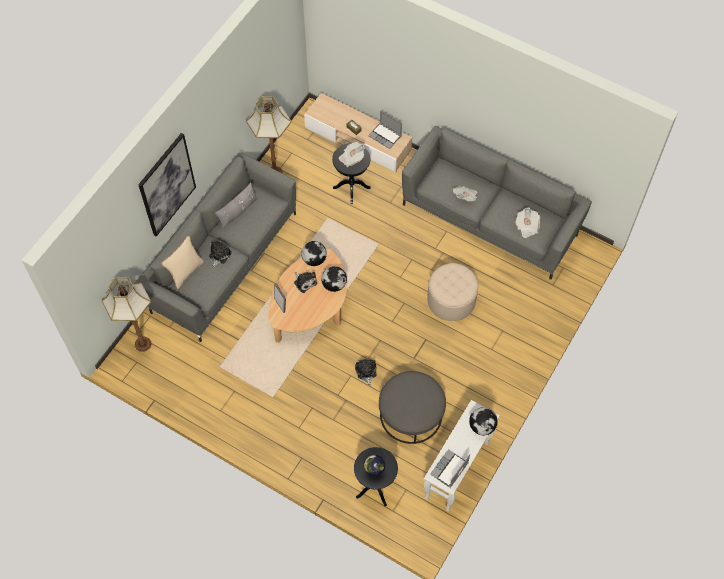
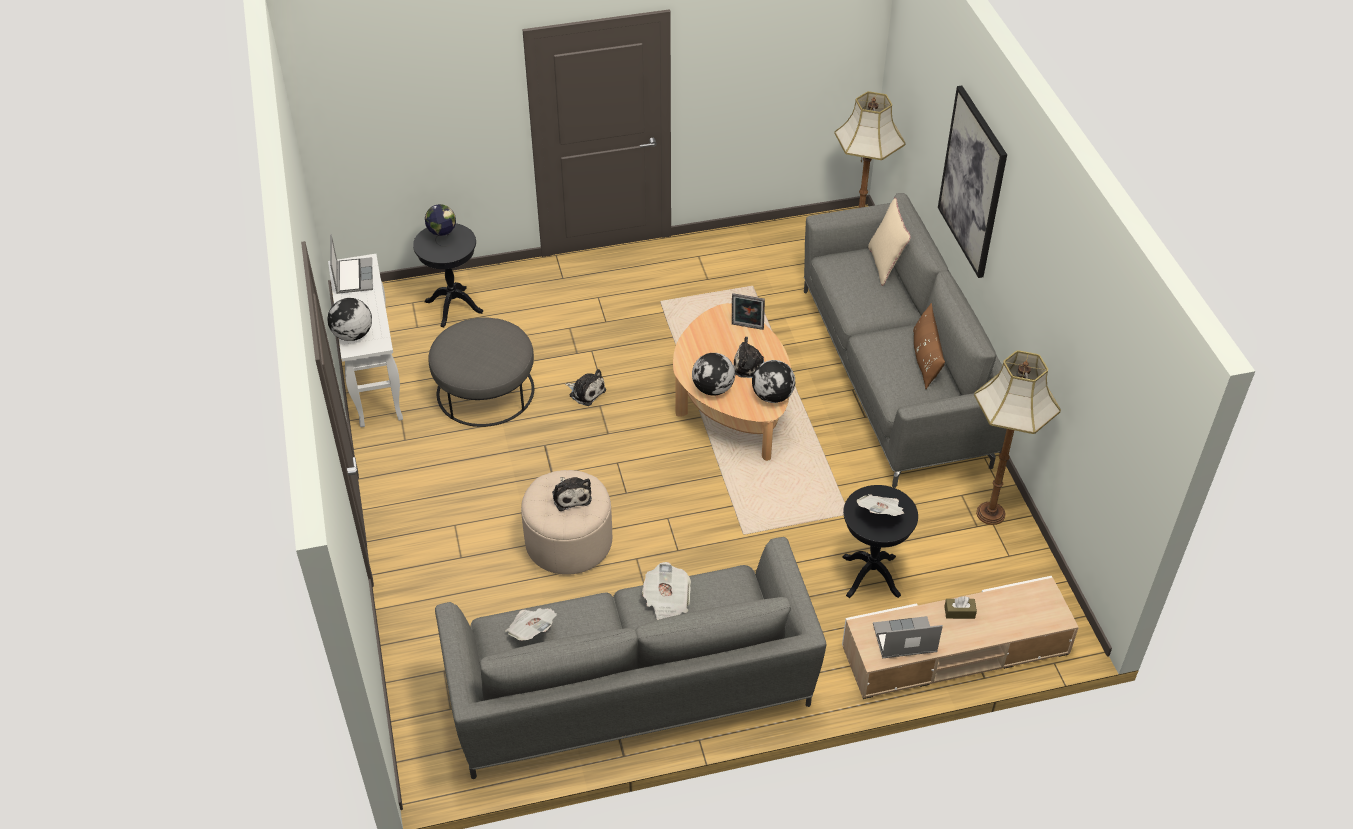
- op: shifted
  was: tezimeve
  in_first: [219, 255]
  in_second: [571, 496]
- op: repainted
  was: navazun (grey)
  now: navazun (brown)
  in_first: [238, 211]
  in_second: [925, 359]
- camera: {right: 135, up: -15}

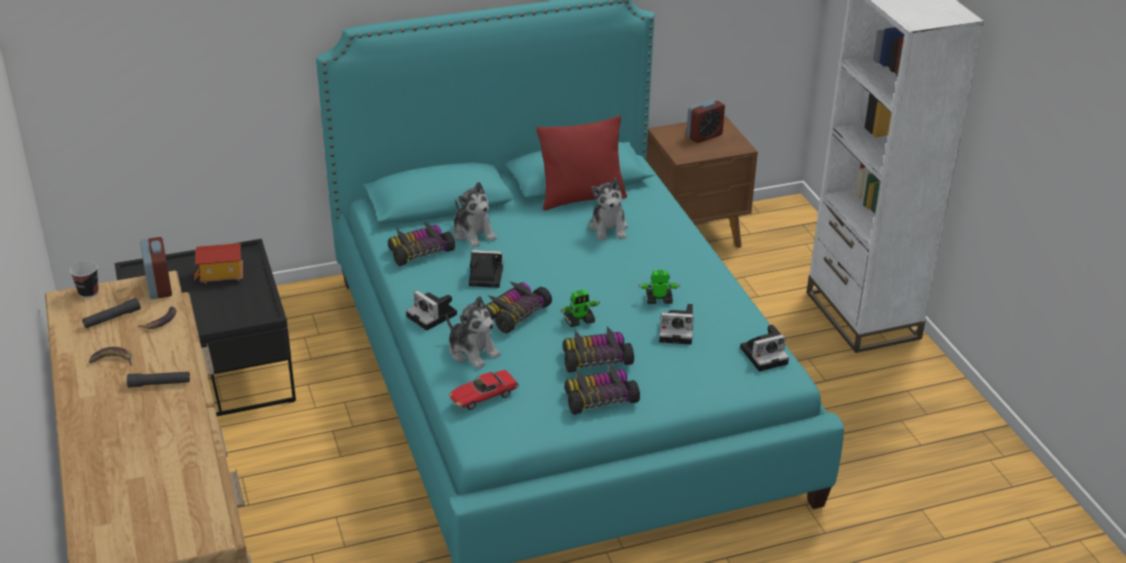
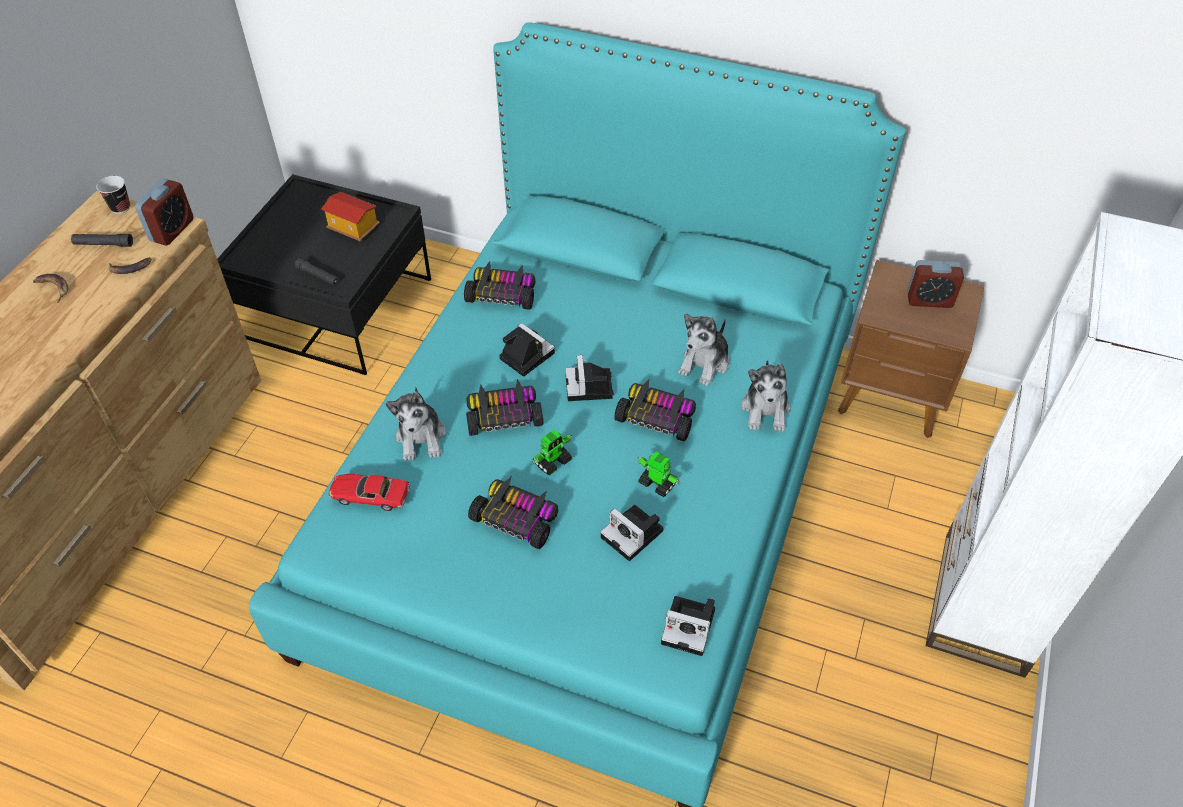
- op: shifted
  was: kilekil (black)
  in_first: [159, 384]
  in_second: [318, 276]
- op: rotated
  was: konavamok
  in_first: [579, 320]
  in_second: [552, 461]
  clockwise: -60
- op: shifted
  was: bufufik
  in_first: [433, 316]
  in_second: [589, 388]
- op: shifted
  was: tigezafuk
  in_first: [599, 398]
  in_second: [657, 417]
- op: shifted
  was: tezimeve
  in_first: [473, 233]
  in_second: [765, 409]
- op: gone
  was: navazun (red)
  in_first: [581, 198]
- camera: {right: 40, up: 15}

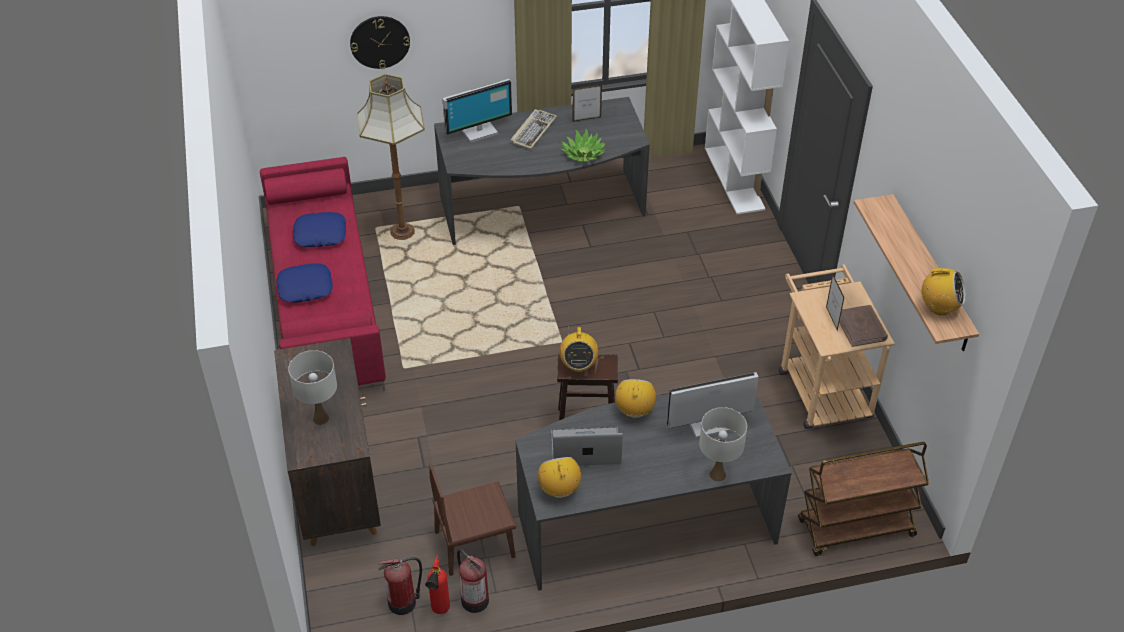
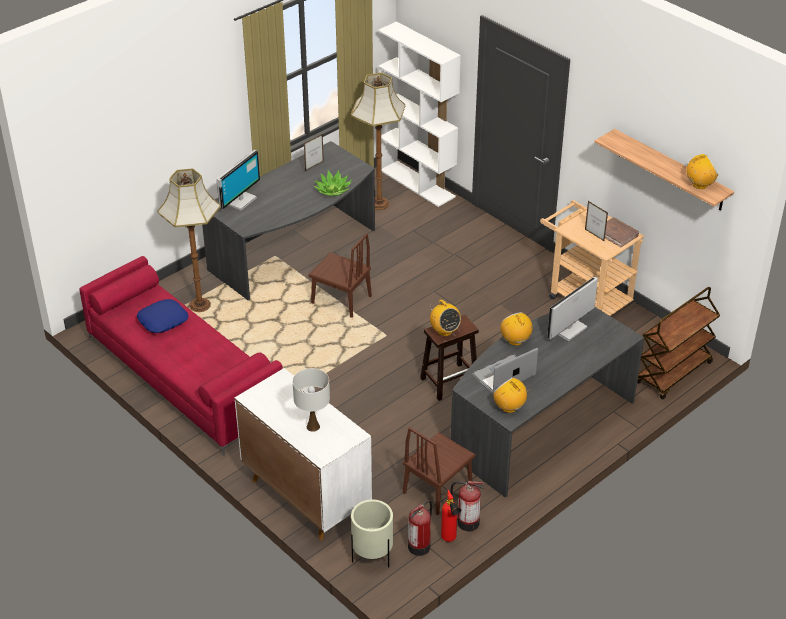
- op: repainted
  was: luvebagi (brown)
  now: luvebagi (white)
  in_first: [336, 487]
  in_second: [305, 495]
- op: new
  now: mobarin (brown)
  in_second: [341, 299]
- op: new
  now: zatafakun
  in_second: [378, 203]
- op: new
  now: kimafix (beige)
  in_second: [372, 556]
- op: gone
  was: navazun (blue)
  in_first: [305, 287]
- op: gone
  was: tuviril
  in_first: [380, 42]
- op: gone
  was: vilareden
  in_first: [533, 130]
- op: gone
  was: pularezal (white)
  in_first: [717, 475]
- camera: {right: -30, up: -5}

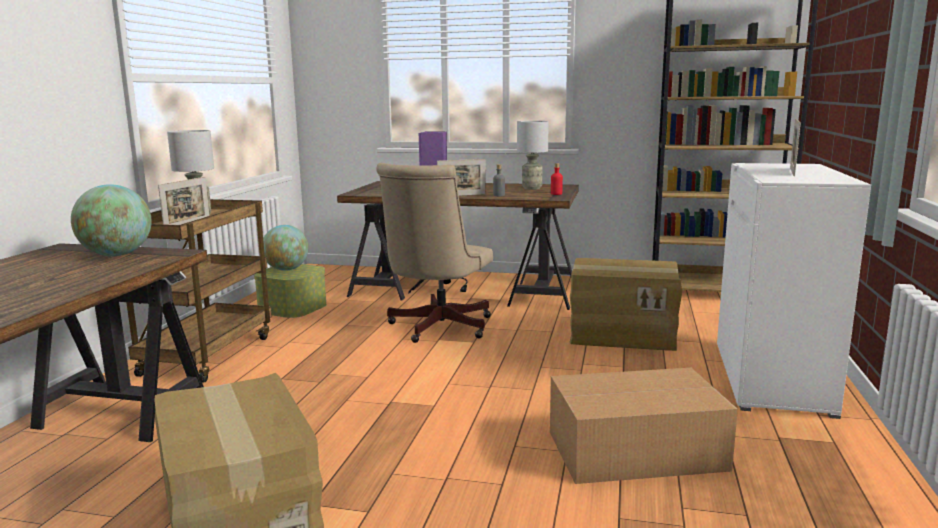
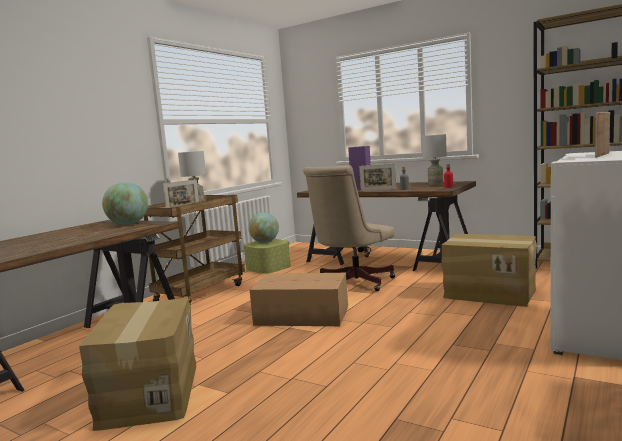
- op: shifted
  was: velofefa
  in_first: [632, 450]
  in_second: [301, 315]
- camera: {right: 20, up: -5}

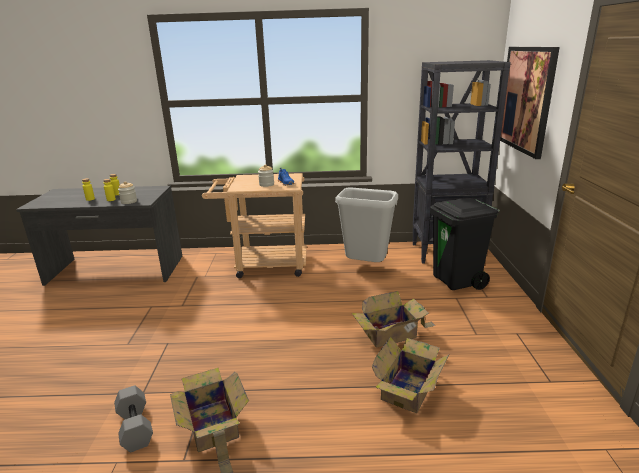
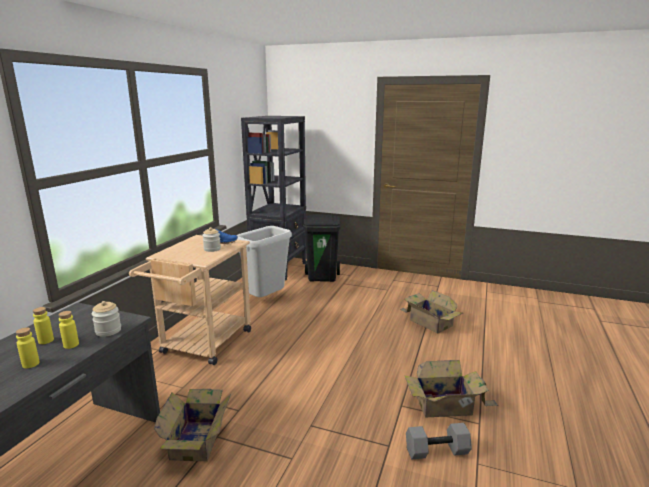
- op: shifted
  was: velofefa
  in_first: [392, 334]
  in_second: [198, 438]
- op: gone
  was: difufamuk
  in_first: [526, 99]
- camera: {right: -70, up: -5}

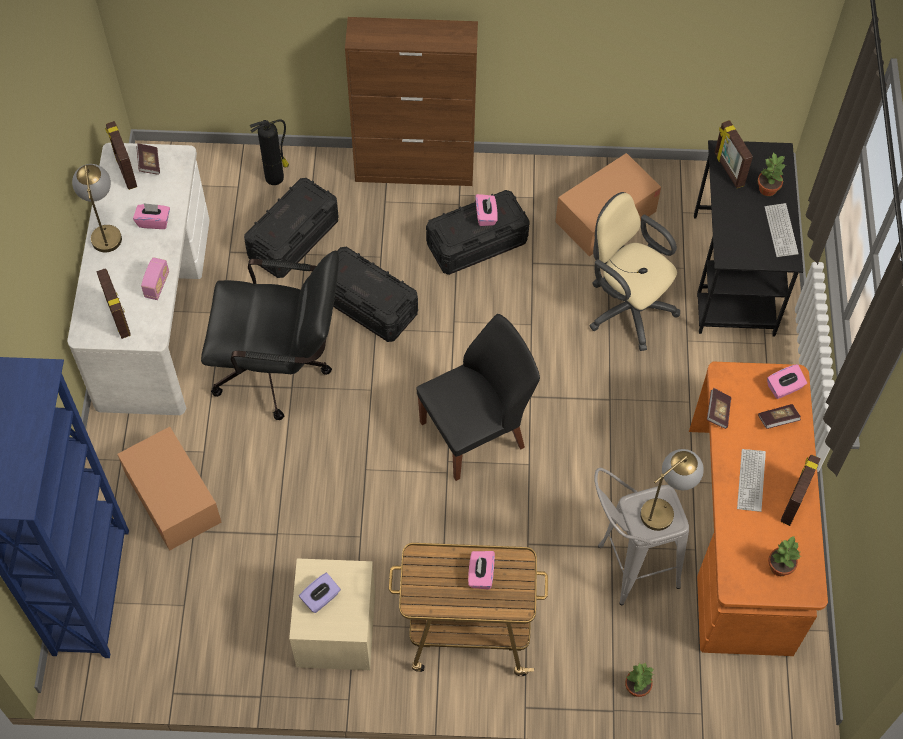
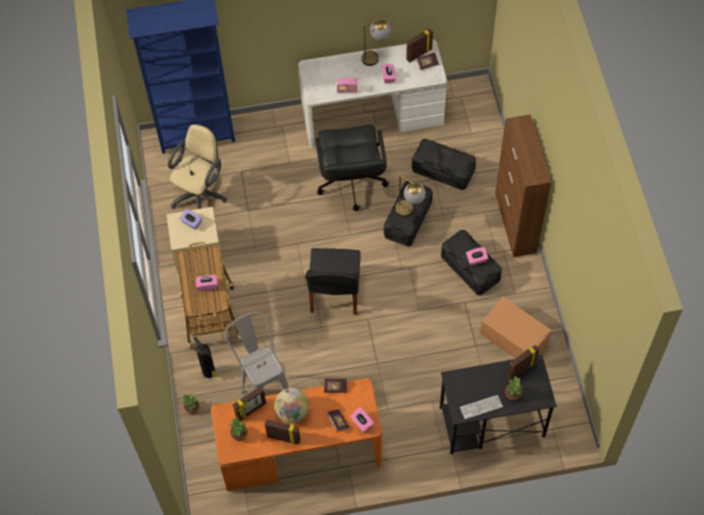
- op: shifted
  was: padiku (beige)
  in_first: [626, 307]
  in_second: [201, 194]
- op: shifted
  was: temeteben
  in_first: [275, 177]
  in_second: [209, 372]
- op: shifted
  was: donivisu
  in_first: [119, 317]
  in_second: [251, 411]
- op: swapped
  was: vilareden
  now: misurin
  in_first: [751, 480]
  in_second: [292, 412]
- op: rotated
  was: mobarin (black)
  in_first: [475, 433]
  in_second: [334, 294]
  clockwise: 45
- op: shifted
  was: pularezal
  in_first: [665, 507]
  in_second: [409, 212]
- op: gone
  was: velofefa
  in_first: [173, 498]
- camera: {right: 80, up: 0}

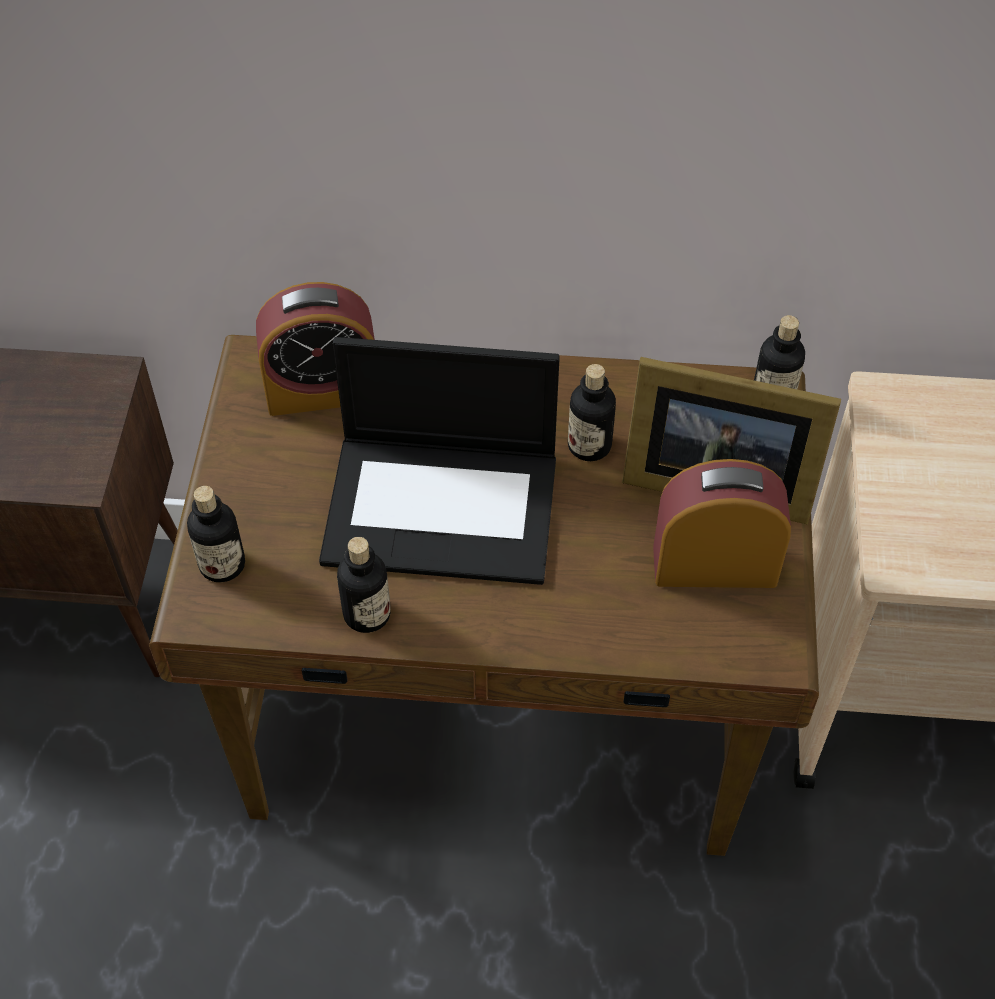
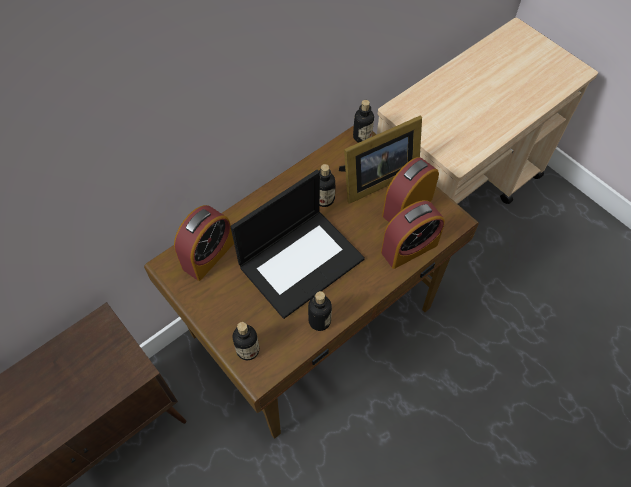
- op: new
  now: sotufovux
  in_second: [409, 248]
- camera: {right: -45, up: 5}

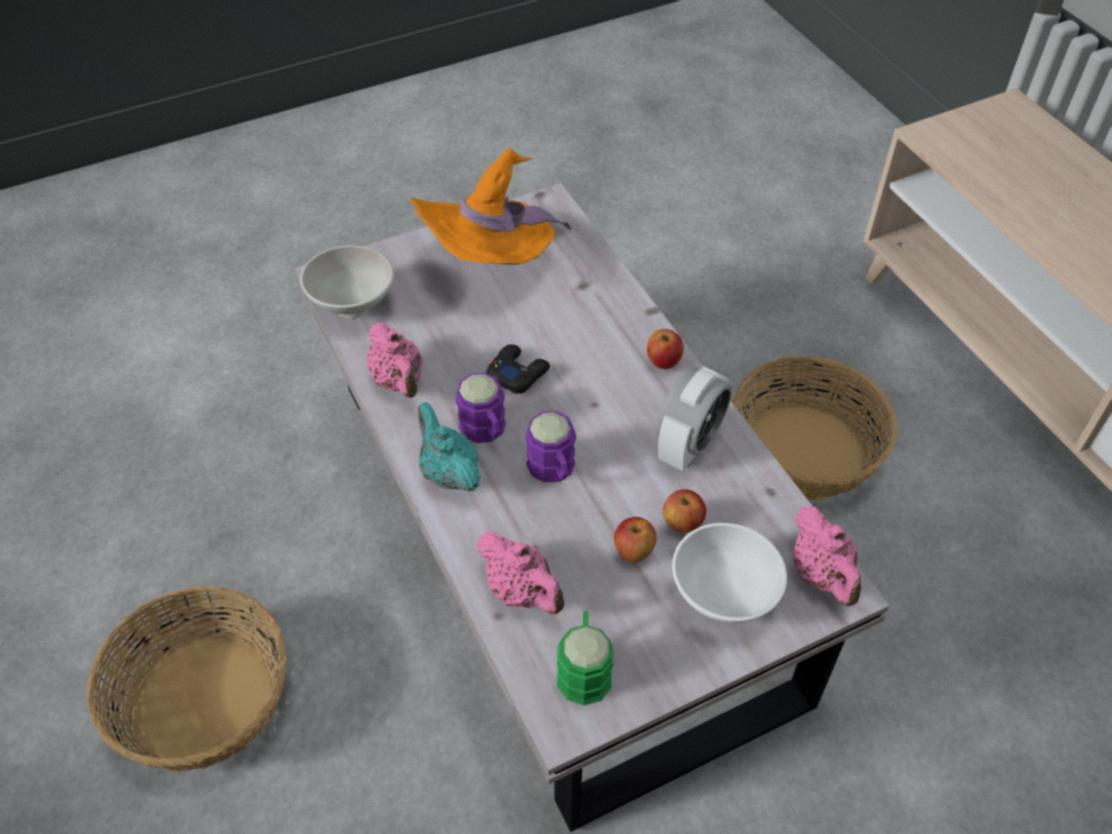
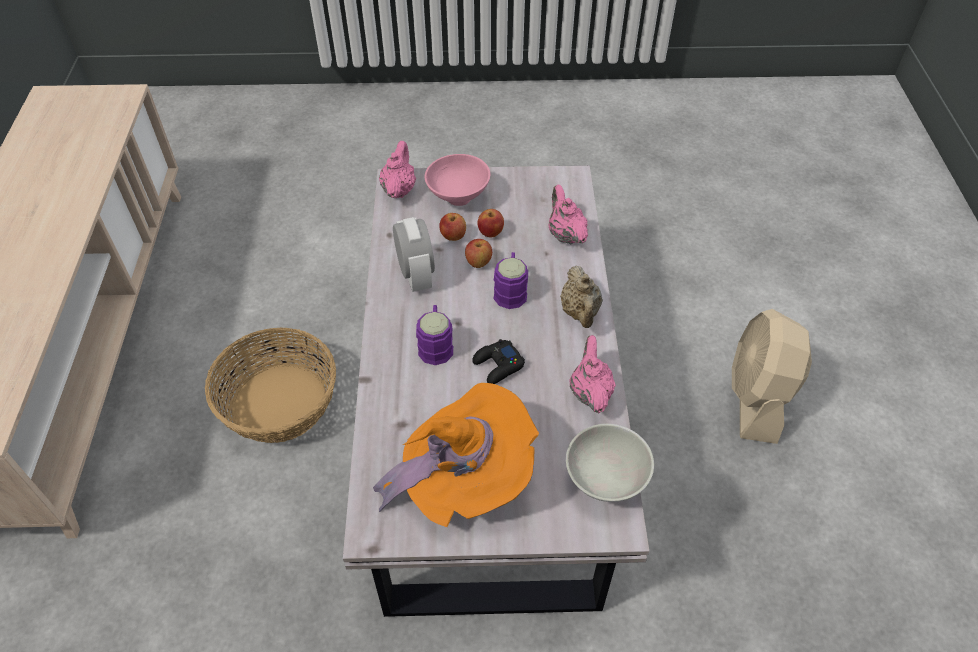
- op: rotated
  was: sotufovux
  in_first: [689, 445]
  in_second: [416, 275]
  clockwise: 105
- op: shifted
  was: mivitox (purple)
  in_first: [486, 431]
  in_second: [436, 344]
- op: repainted
  was: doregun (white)
  now: doregun (pink)
  in_first: [722, 594]
  in_second: [457, 199]
- op: shifted
  was: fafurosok
  in_first: [663, 361]
  in_second: [478, 262]
- op: repainted
  was: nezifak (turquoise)
  now: nezifak (beige)
  in_first: [448, 473]
  in_second: [580, 313]
- op: swapped
  was: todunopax
  now: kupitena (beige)
  in_first: [203, 700]
  in_second: [756, 397]
- op: gone
  was: mivitox (green)
  in_first: [584, 668]
- camera: {right: -155, up: 0}

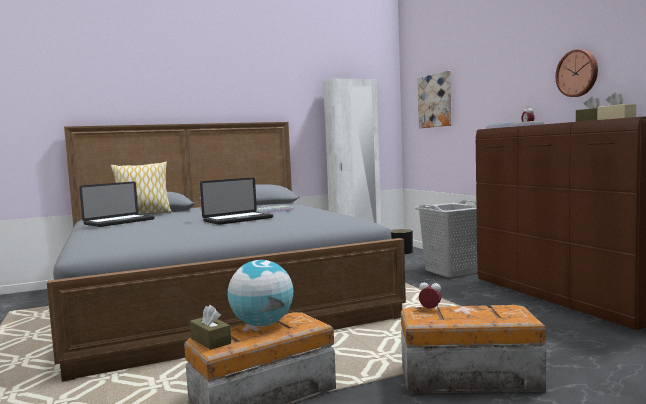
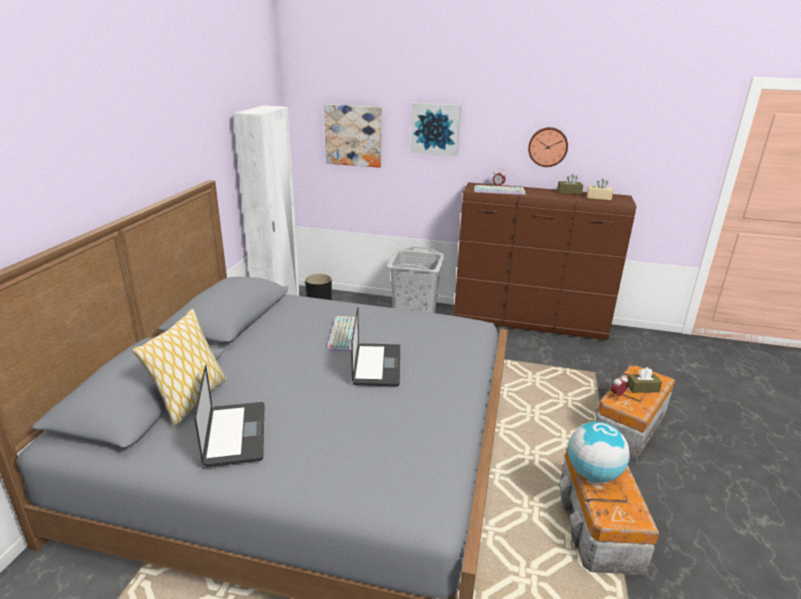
- op: new
  now: difufamuk
  in_second: [435, 129]
- op: shifted
  was: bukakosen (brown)
  in_first: [210, 341]
  in_second: [642, 388]
- camera: {right: -55, up: 20}

